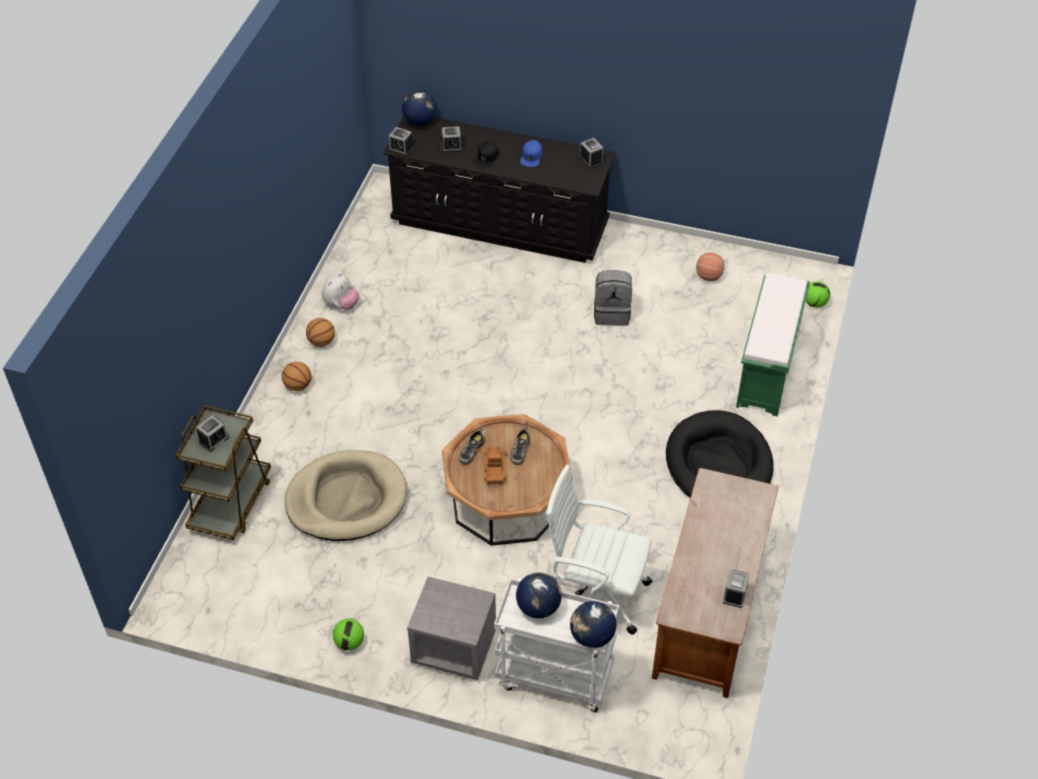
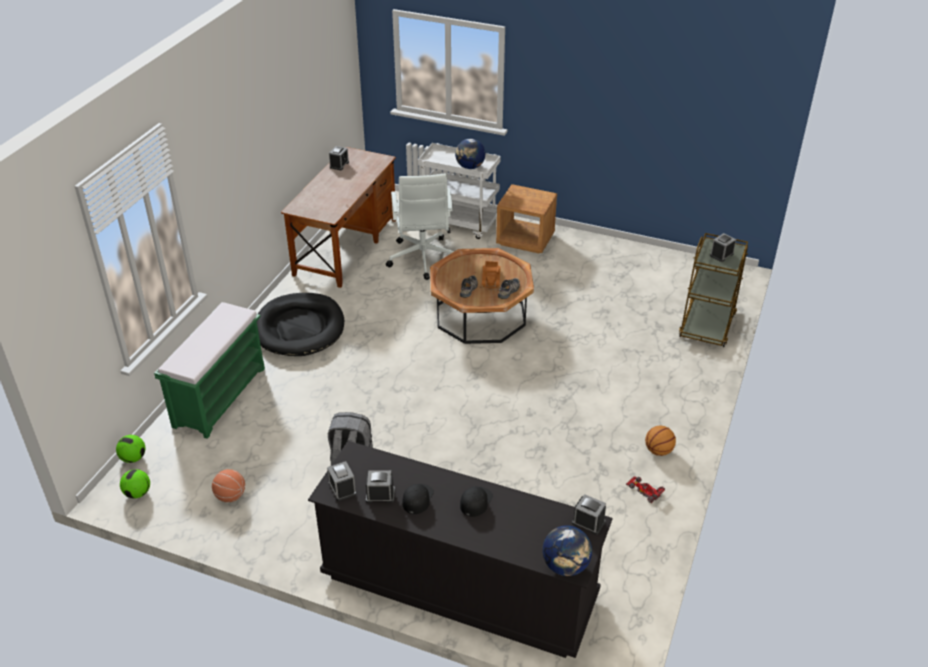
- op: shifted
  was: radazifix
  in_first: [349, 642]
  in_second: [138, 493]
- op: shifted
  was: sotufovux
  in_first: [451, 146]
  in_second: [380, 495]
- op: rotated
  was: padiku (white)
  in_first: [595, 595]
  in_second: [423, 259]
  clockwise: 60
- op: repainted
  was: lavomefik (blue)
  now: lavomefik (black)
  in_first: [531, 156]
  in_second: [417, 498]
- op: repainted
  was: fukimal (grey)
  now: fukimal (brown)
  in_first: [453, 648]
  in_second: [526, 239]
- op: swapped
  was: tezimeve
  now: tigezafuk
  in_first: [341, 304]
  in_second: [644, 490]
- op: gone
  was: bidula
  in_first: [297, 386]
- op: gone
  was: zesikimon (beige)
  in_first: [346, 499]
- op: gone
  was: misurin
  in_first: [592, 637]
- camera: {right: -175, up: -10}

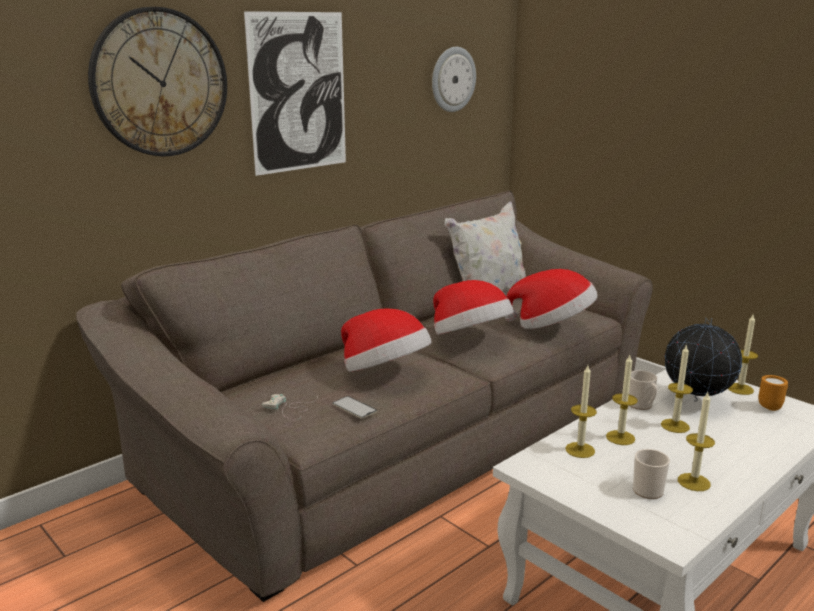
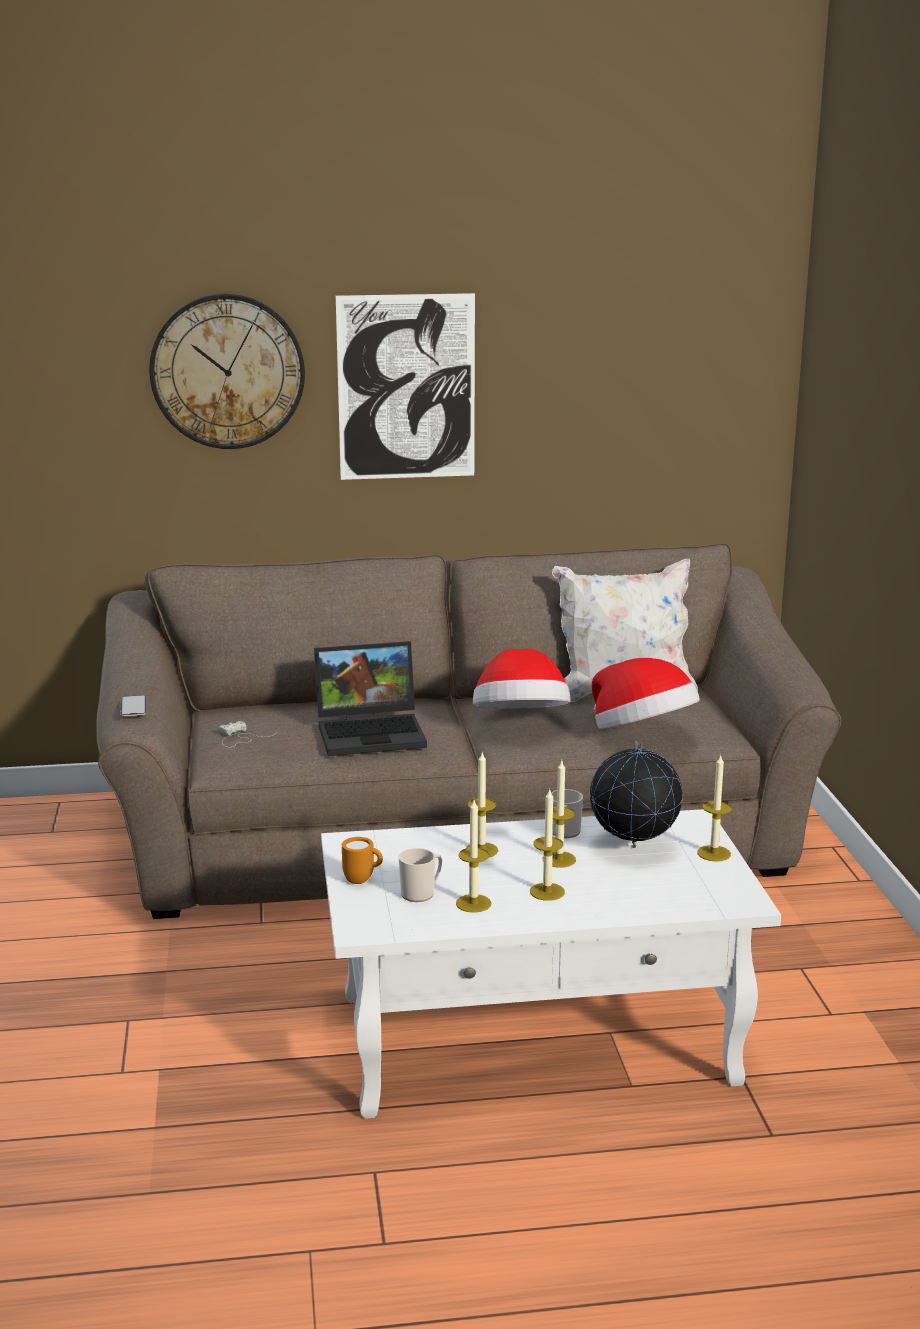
- op: shifted
  was: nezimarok
  in_first: [354, 407]
  in_second: [133, 706]
- op: swapped
  was: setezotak
  now: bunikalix
  in_first: [385, 373]
  in_second: [373, 732]
- op: shifted
  was: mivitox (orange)
  in_first: [772, 406]
  in_second: [363, 880]
- op: shifted
  was: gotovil
  in_first: [580, 450]
  in_second: [547, 892]
- op: gone
  was: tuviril
  in_first: [452, 79]
- camera: {right: 35, up: 0}

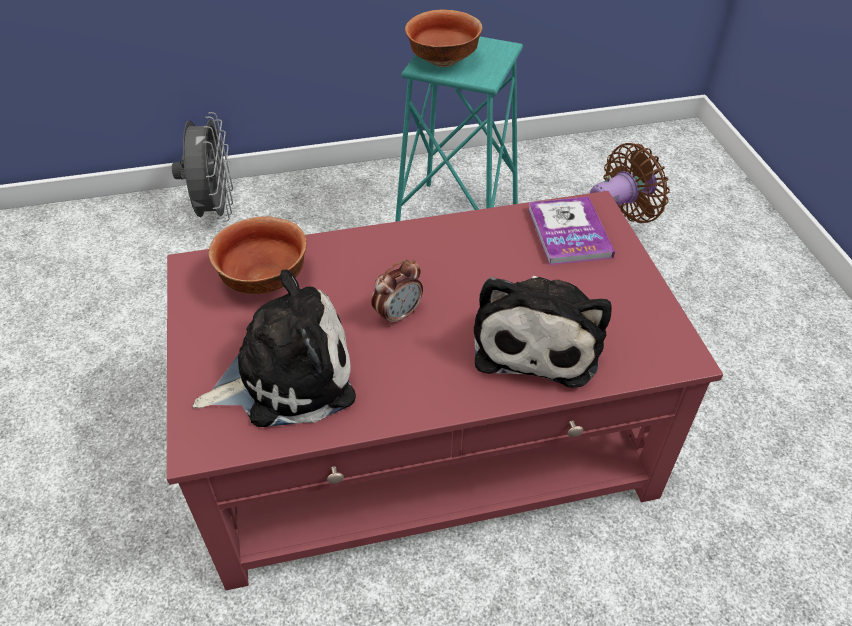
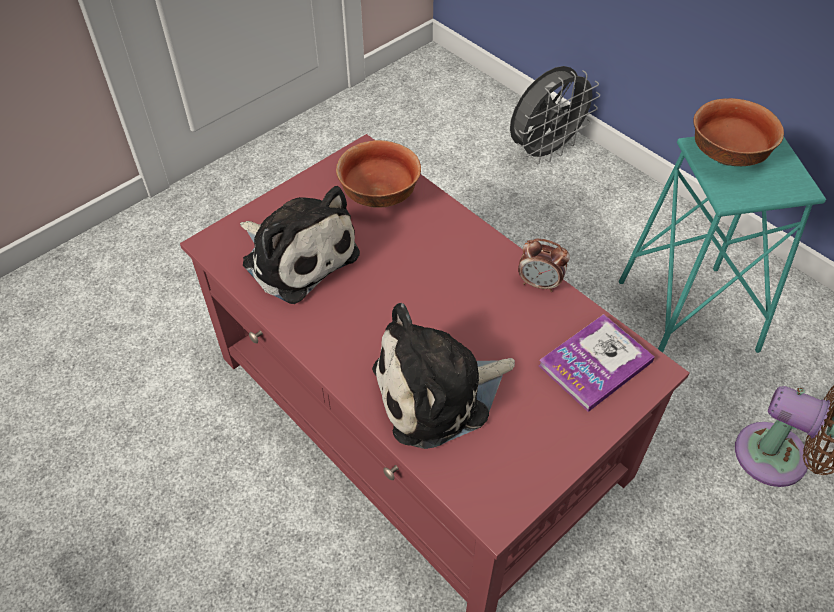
- op: shifted
  was: sotufovux
  in_first: [398, 315]
  in_second: [539, 284]
- camera: {right: 60, up: 5}

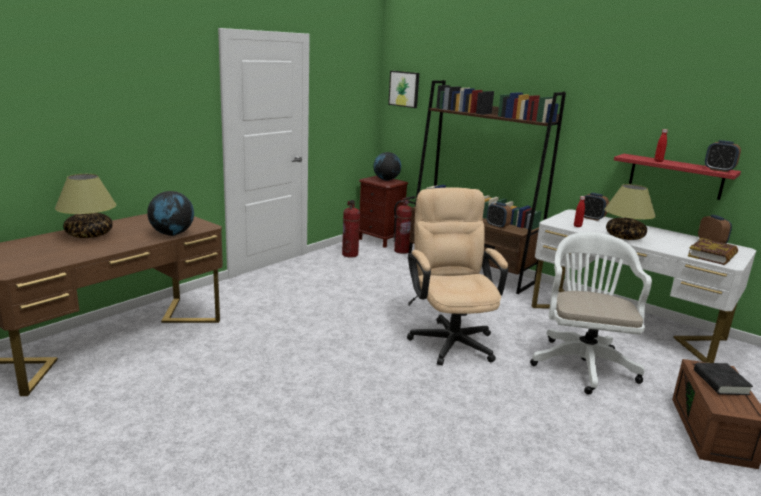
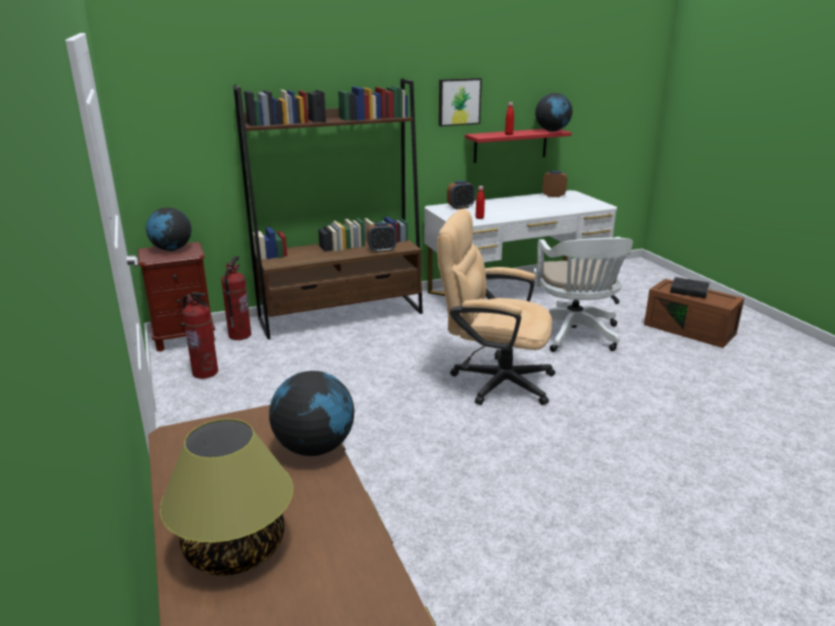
- op: shifted
  was: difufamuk
  in_first: [404, 89]
  in_second: [459, 101]
- op: rotated
  was: padiku (white)
  in_first: [582, 363]
  in_second: [574, 335]
  clockwise: -135
- op: swapped
  was: sotufovux
  now: misurin
  in_first: [719, 170]
  in_second: [552, 130]
- op: gone
  was: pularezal
  in_first: [624, 237]
- op: gone
  was: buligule
  in_first: [712, 255]
- camera: {right: -60, up: 5}

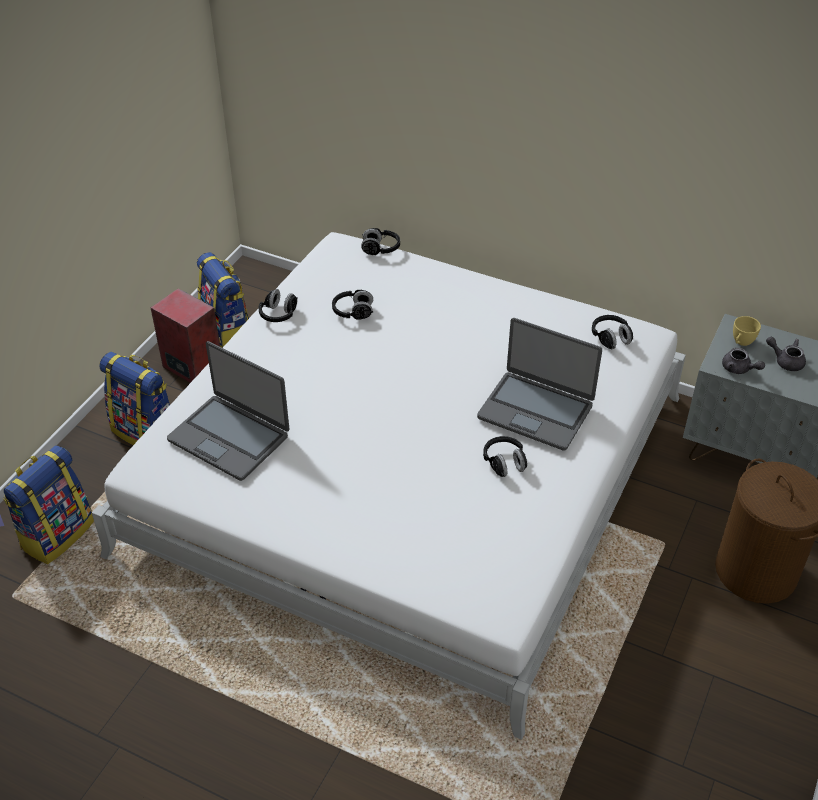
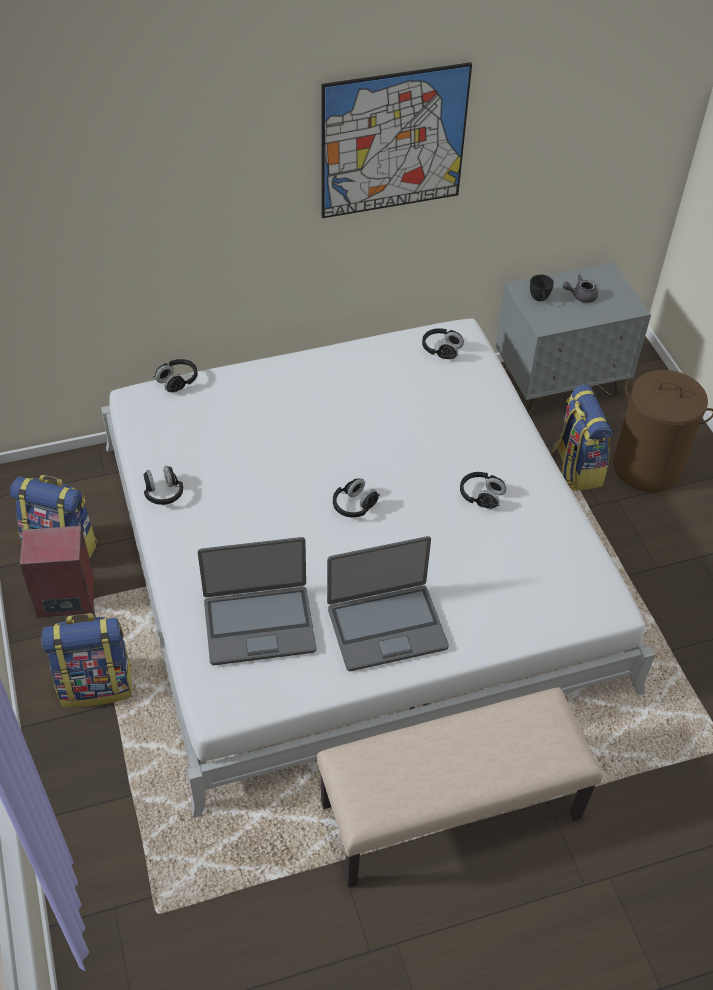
- op: new
  now: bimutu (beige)
  in_second: [451, 809]
- op: new
  now: difufamuk
  in_second: [393, 142]
- op: shifted
  was: bunikalix
  in_first: [536, 411]
  in_second: [386, 627]
- op: shifted
  was: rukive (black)
  in_first: [353, 312]
  in_second: [354, 506]
- op: repainted
  was: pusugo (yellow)
  now: pusugo (black)
  in_first: [741, 342]
  in_second: [539, 299]
- op: shifted
  was: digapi
  in_first: [57, 534]
  in_second: [576, 467]
- op: gone
  was: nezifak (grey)
  in_first: [739, 369]
- camera: {right: -45, up: 5}

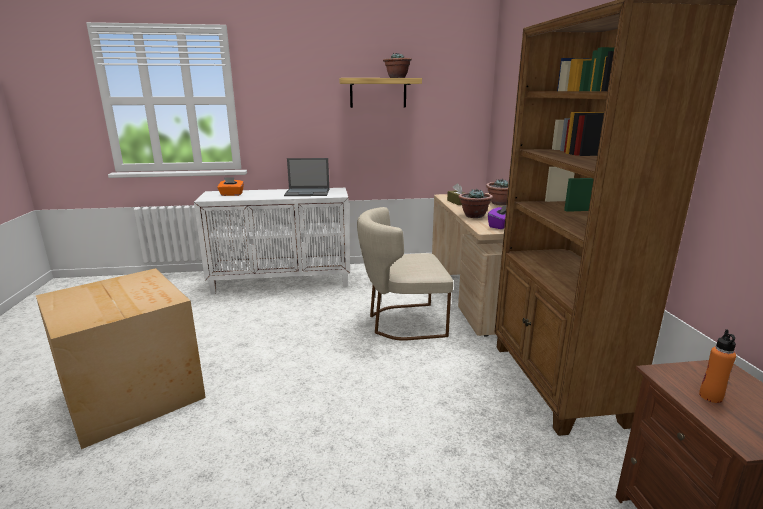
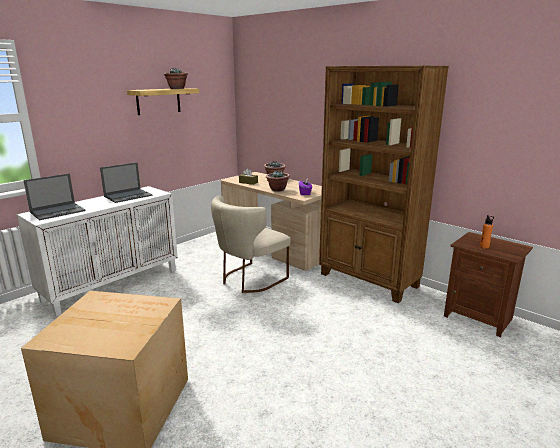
- op: swapped
  was: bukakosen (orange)
  now: bunikalix
  in_first: [231, 194]
  in_second: [58, 211]
- camera: {right: -40, up: 0}

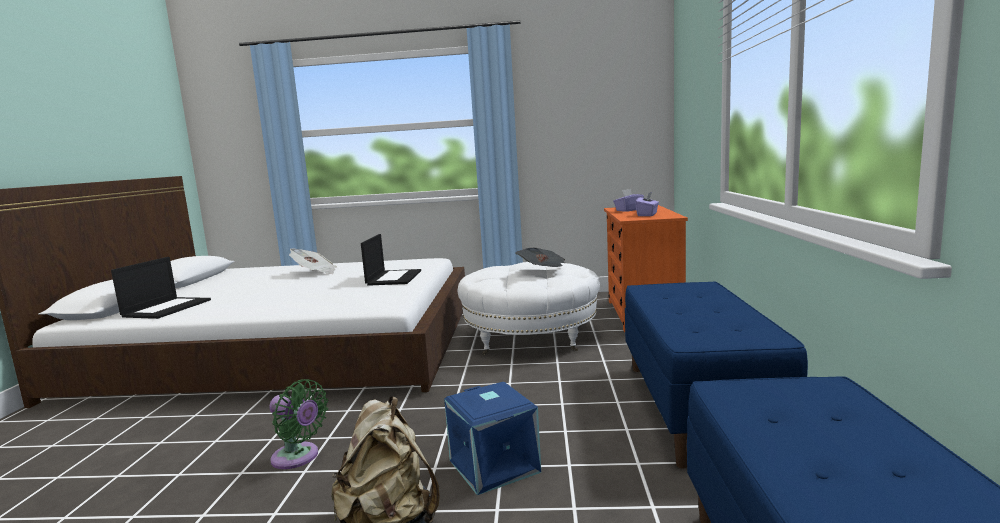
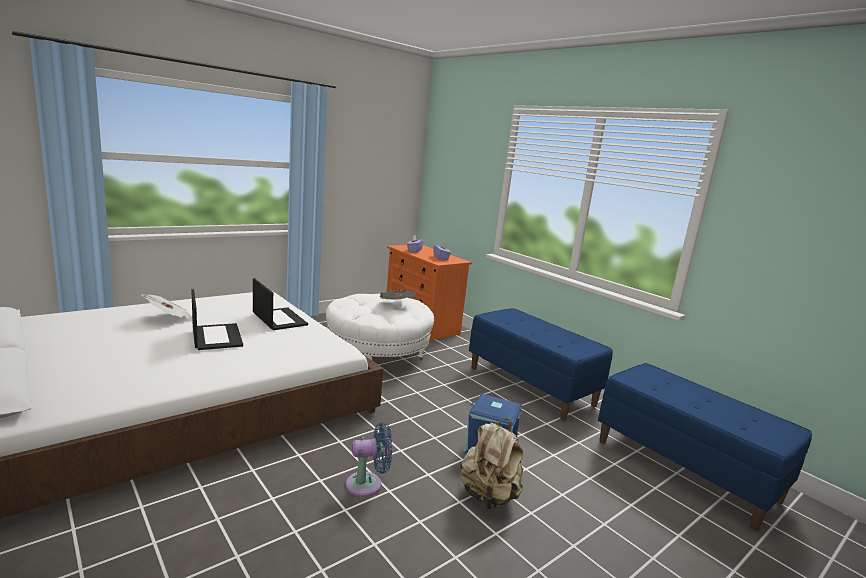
- op: shifted
  was: bunikalix
  in_first: [167, 308]
  in_second: [216, 337]
- op: repainted
  was: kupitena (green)
  now: kupitena (blue)
  in_first: [298, 457]
  in_second: [368, 484]
- camera: {right: -45, up: 5}

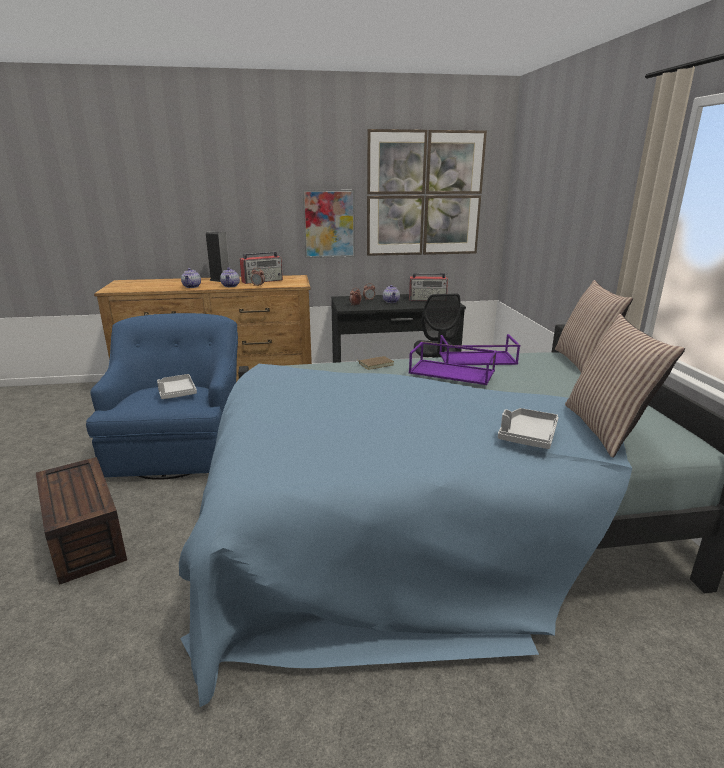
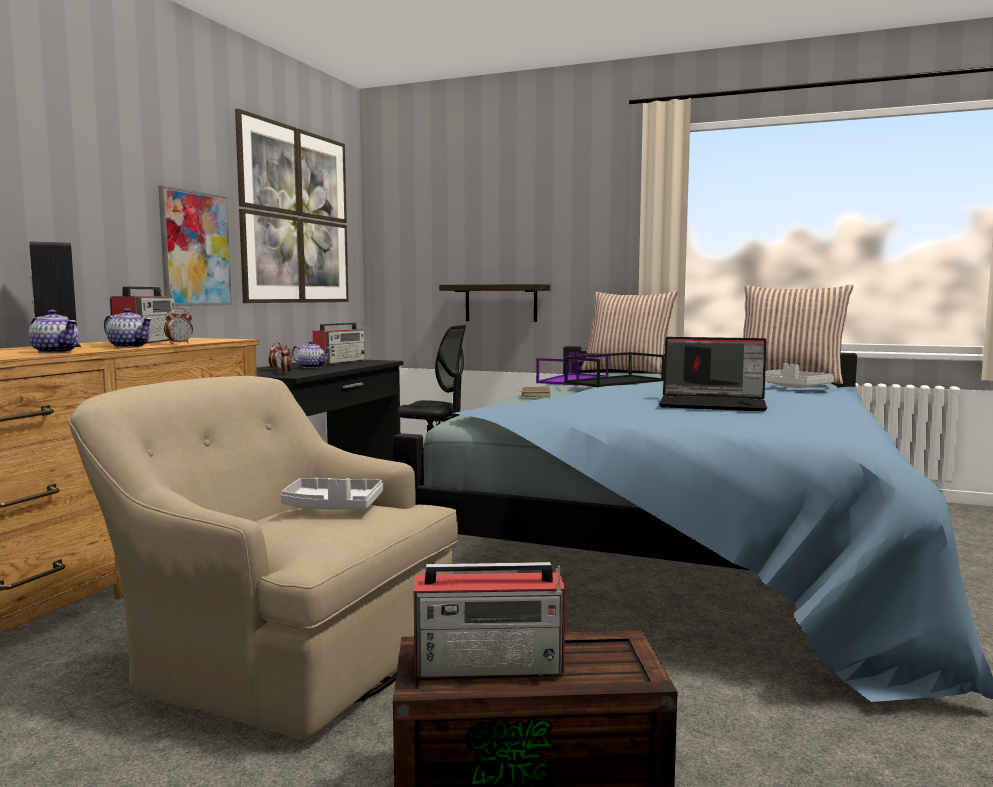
- op: repainted
  was: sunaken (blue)
  now: sunaken (beige)
  in_first: [179, 447]
  in_second: [279, 655]
- op: new
  now: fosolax
  in_second: [491, 665]
- op: new
  now: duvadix
  in_second: [501, 303]
- op: repainted
  was: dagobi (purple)
  now: dagobi (black)
  in_first: [452, 372]
  in_second: [614, 381]
- op: new
  now: bunikalix
  in_second: [714, 404]
- camera: {right: -60, up: -15}

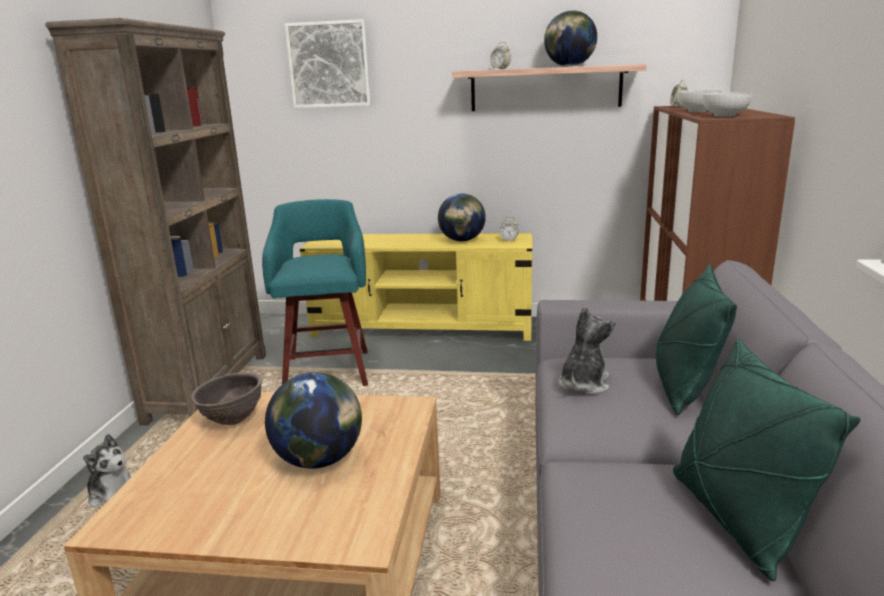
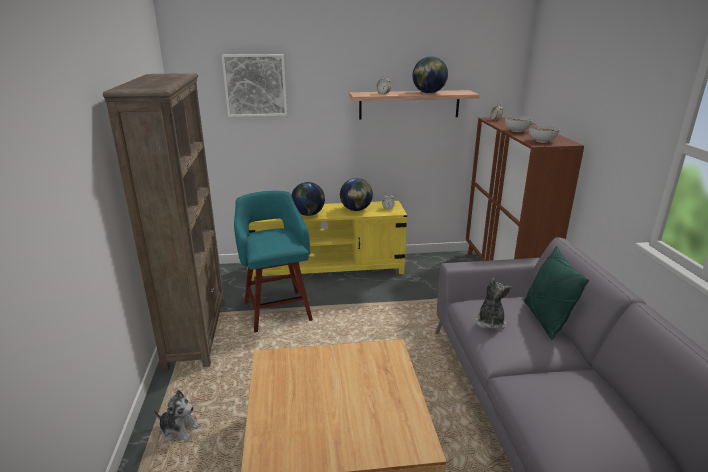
- op: shifted
  was: misurin
  in_first: [319, 460]
  in_second: [308, 214]
- op: gone
  was: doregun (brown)
  in_first: [232, 421]
- op: gone
  was: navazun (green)
  in_first: [736, 519]
- camera: {right: -15, up: 5}

